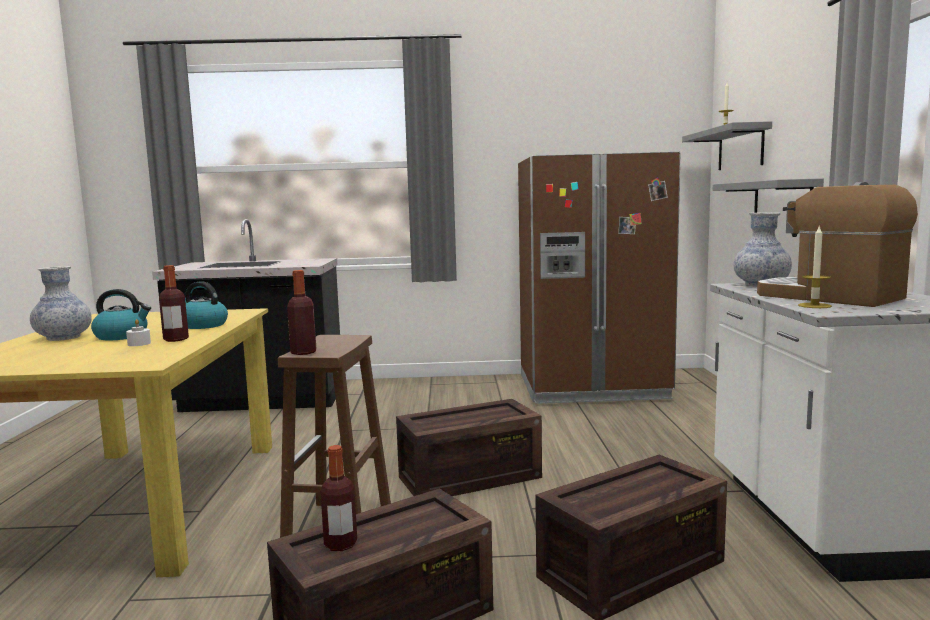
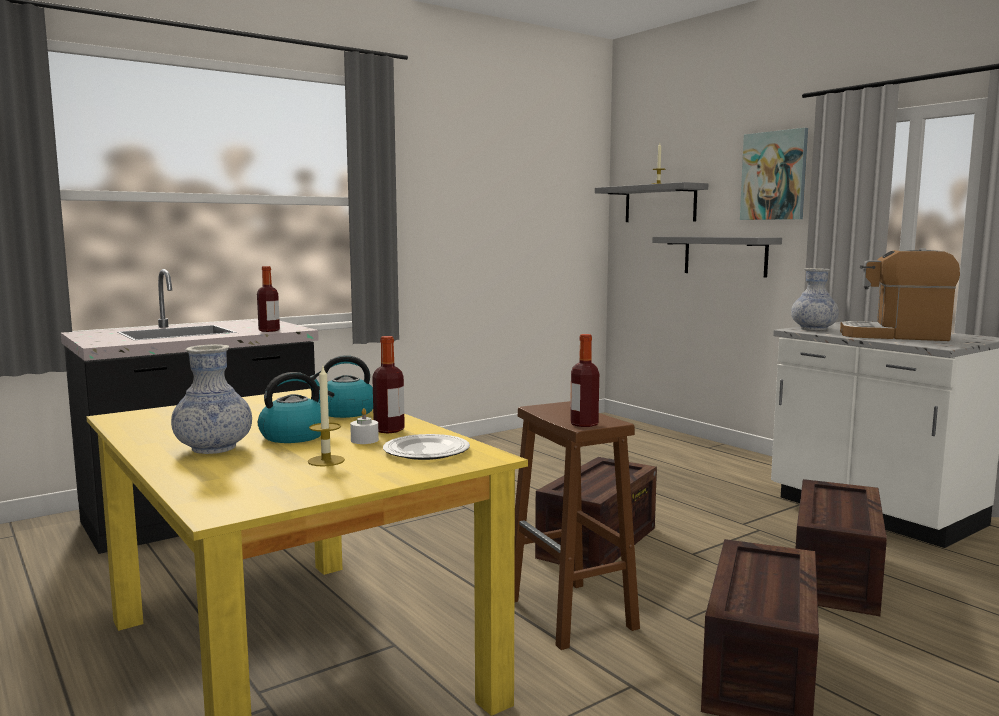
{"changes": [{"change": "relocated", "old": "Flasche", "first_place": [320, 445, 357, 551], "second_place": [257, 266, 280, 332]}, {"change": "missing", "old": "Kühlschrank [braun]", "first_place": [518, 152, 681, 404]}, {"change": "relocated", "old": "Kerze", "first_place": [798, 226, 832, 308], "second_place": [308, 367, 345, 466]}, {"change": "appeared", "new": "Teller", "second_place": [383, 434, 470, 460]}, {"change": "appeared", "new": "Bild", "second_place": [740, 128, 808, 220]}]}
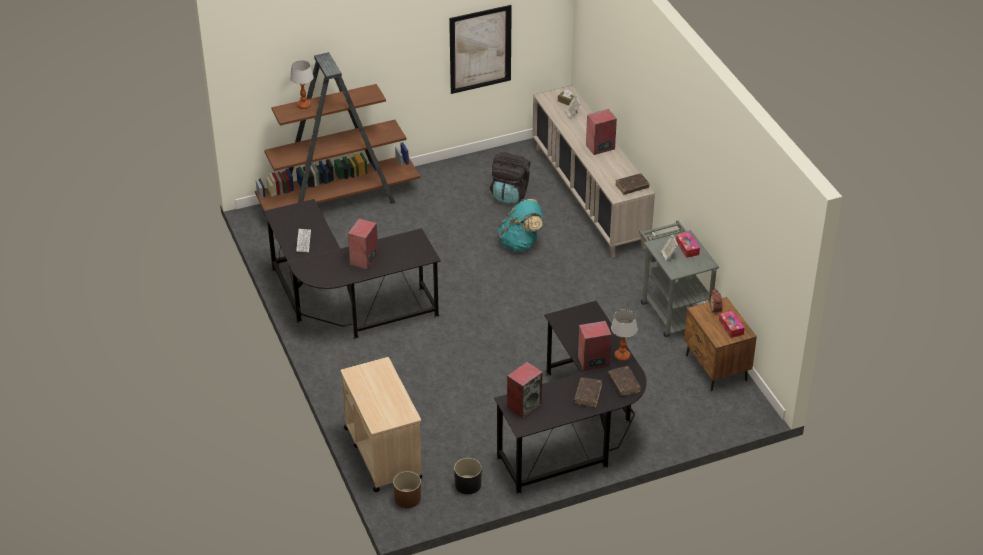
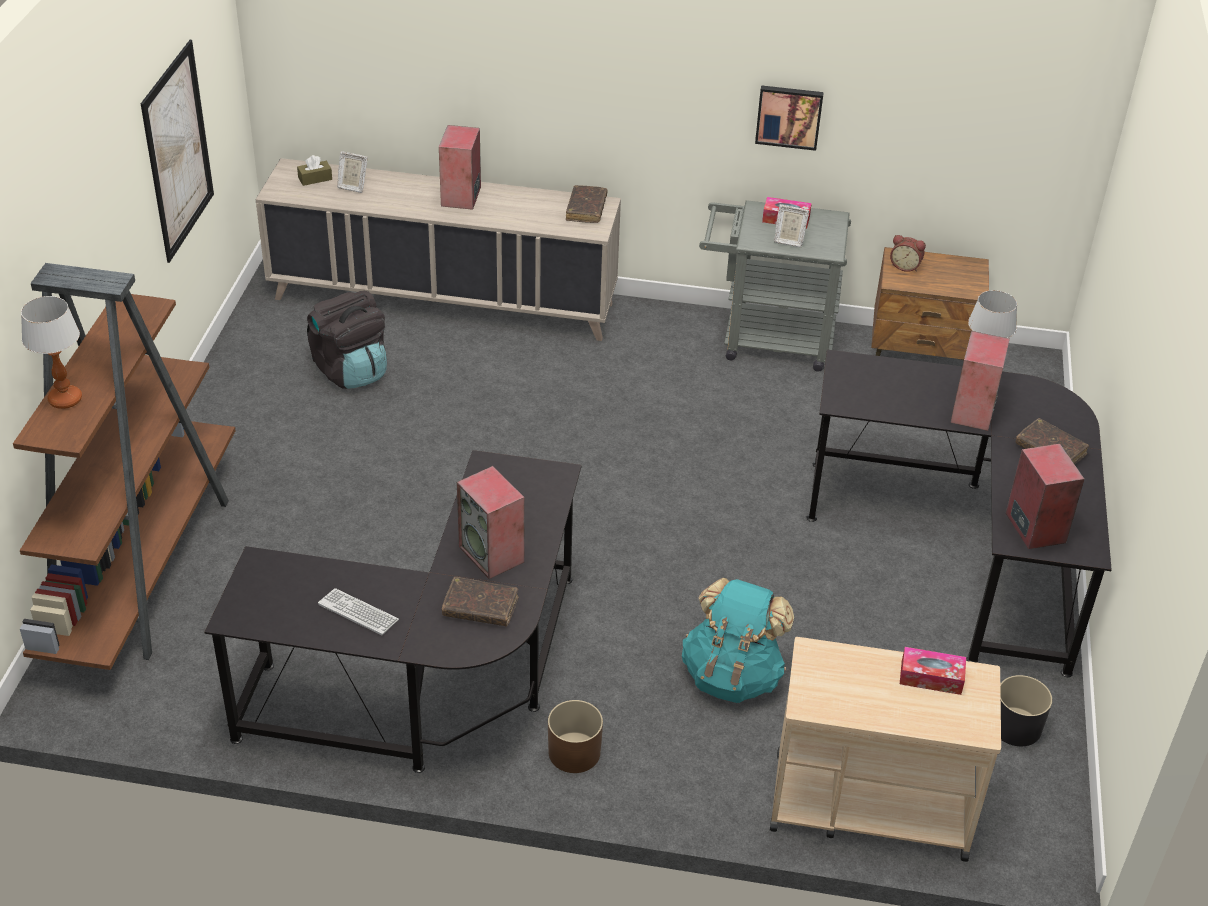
{"changes": [{"change": "relocated", "old": "Pflanzkübel [braun]", "first_place": [393, 471, 421, 508], "second_place": [548, 700, 603, 773]}, {"change": "relocated", "old": "Rucksack [türkis]", "first_place": [498, 199, 543, 251], "second_place": [682, 578, 794, 703]}, {"change": "relocated", "old": "Buch [braun]", "first_place": [608, 366, 641, 396], "second_place": [442, 577, 518, 627]}, {"change": "relocated", "old": "Taschentuchbox", "first_place": [719, 311, 744, 338], "second_place": [900, 647, 966, 695]}, {"change": "appeared", "new": "Bild", "second_place": [755, 85, 824, 151]}]}
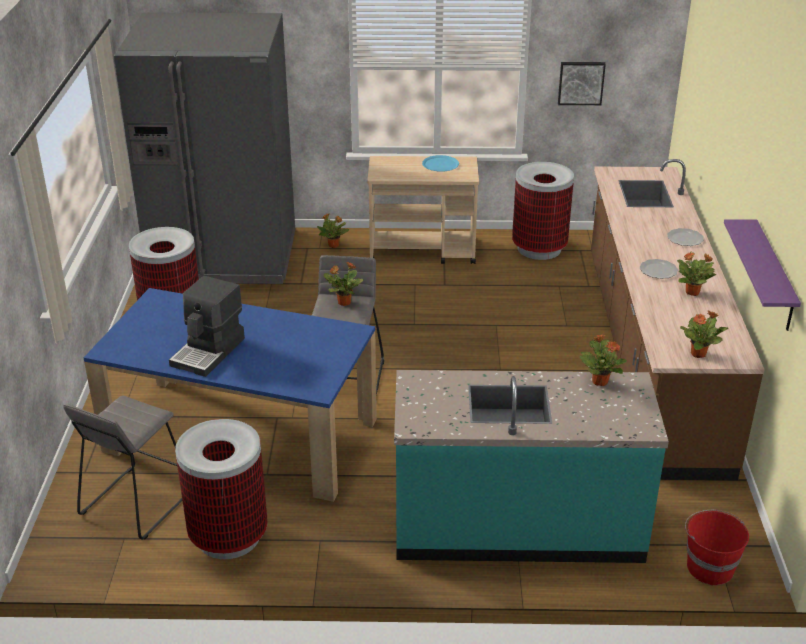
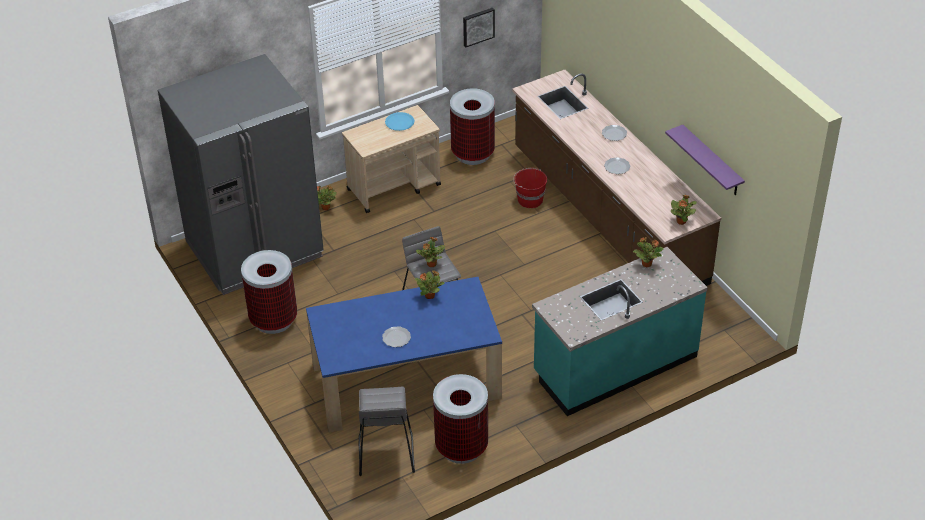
{"changes": [{"change": "exchanged", "old": "Kaffeemaschine", "new": "Teller", "first_place": [169, 276, 245, 377], "second_place": [382, 326, 411, 347]}, {"change": "relocated", "old": "Topfpflanze", "first_place": [677, 252, 716, 296], "second_place": [414, 270, 444, 299]}, {"change": "relocated", "old": "Eimer [rot]", "first_place": [685, 510, 749, 586], "second_place": [513, 168, 547, 208]}]}
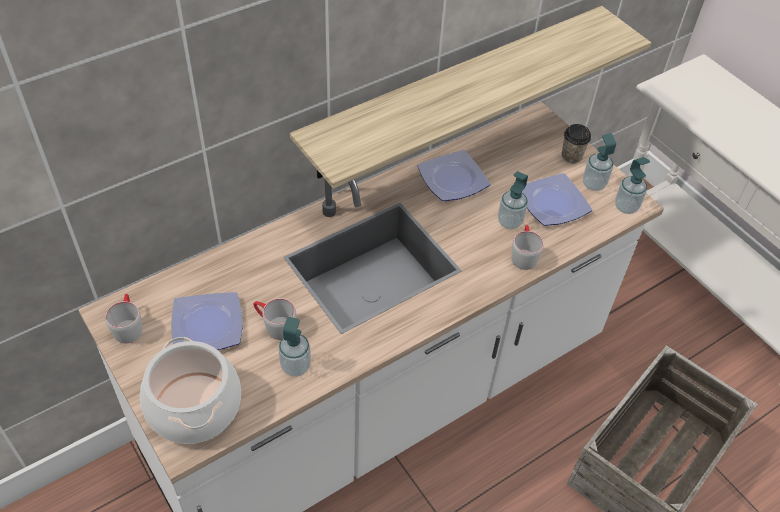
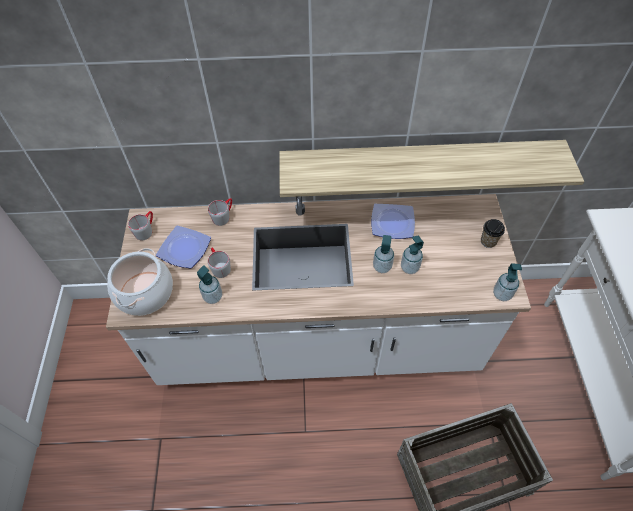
{"changes": [{"change": "relocated", "old": "Henkelbecher [grau]", "first_place": [511, 225, 544, 270], "second_place": [208, 198, 232, 226]}, {"change": "missing", "old": "Teller", "first_place": [522, 173, 592, 226]}, {"change": "relocated", "old": "Seifenspender", "first_place": [583, 133, 616, 191], "second_place": [373, 235, 394, 273]}]}
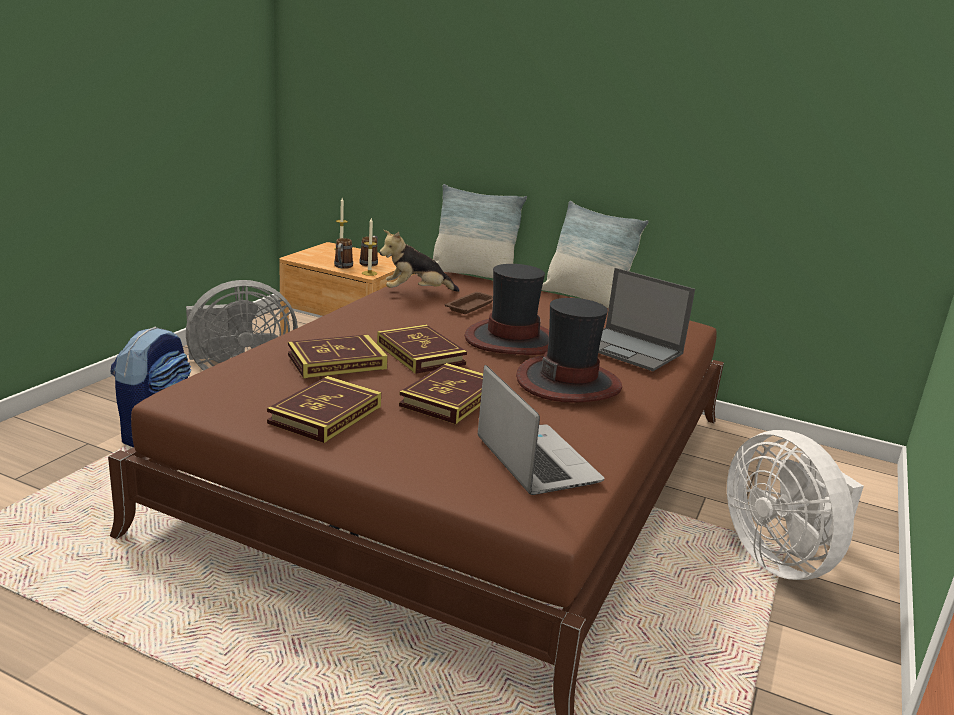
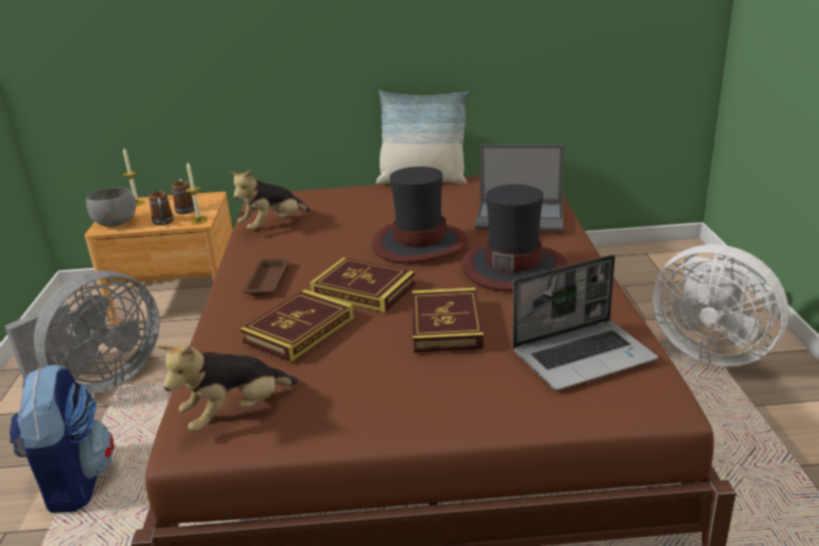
{"changes": [{"change": "missing", "old": "Buch", "first_place": [267, 376, 381, 443]}, {"change": "missing", "old": "Kissen", "first_place": [433, 184, 527, 278]}, {"change": "relocated", "old": "Tablett [braun]", "first_place": [445, 292, 493, 314], "second_place": [242, 258, 289, 295]}, {"change": "spun", "old": "Laptop", "first_place": [478, 365, 604, 495], "second_place": [512, 255, 658, 390], "degrees": 120}, {"change": "appeared", "new": "Schüssel [grau]", "second_place": [86, 187, 136, 227]}, {"change": "appeared", "new": "Plüschtier", "second_place": [157, 345, 298, 432]}]}
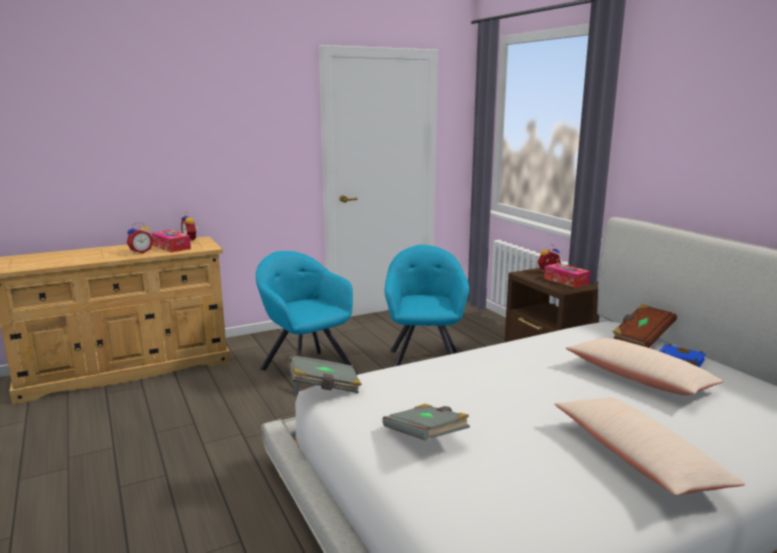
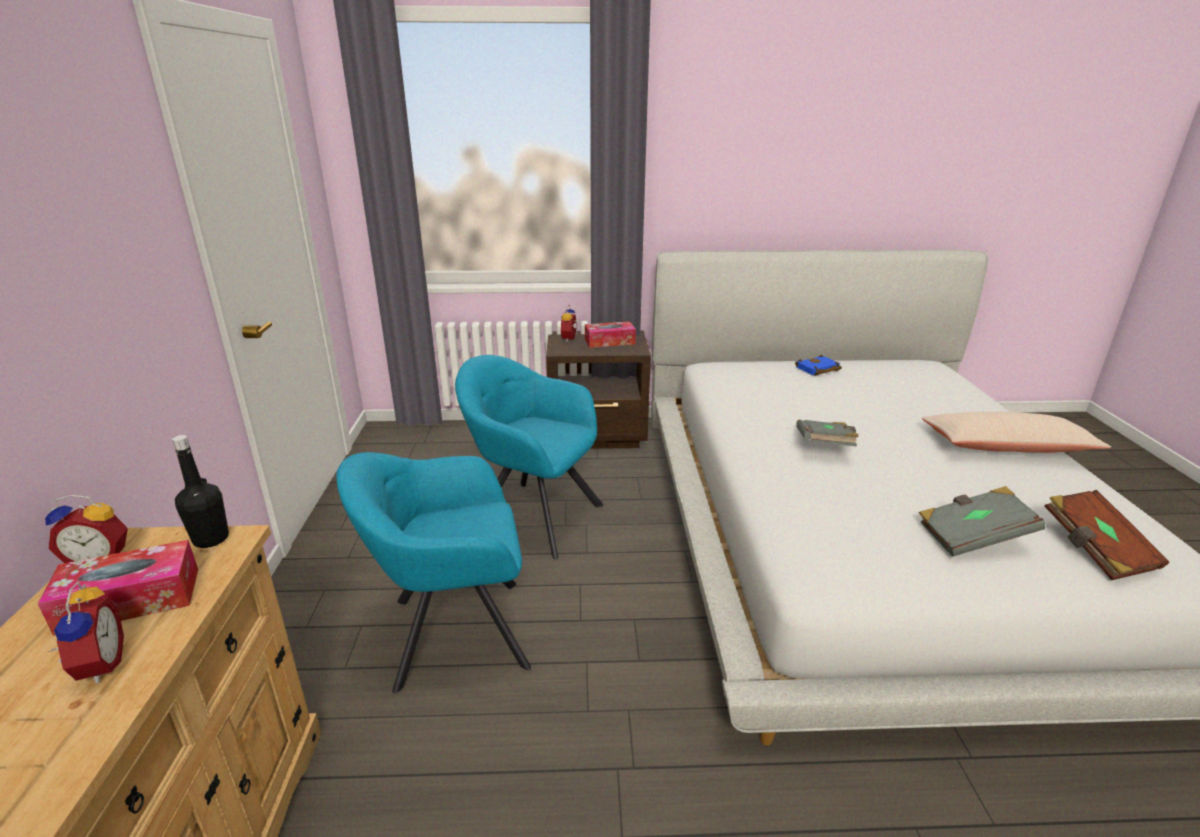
{"changes": [{"change": "relocated", "old": "Buch [grau]", "first_place": [289, 354, 362, 393], "second_place": [796, 420, 859, 447]}, {"change": "missing", "old": "Kissen [beige]", "first_place": [566, 338, 724, 395]}, {"change": "relocated", "old": "Buch [braun]", "first_place": [613, 304, 677, 348], "second_place": [1044, 490, 1169, 580]}, {"change": "appeared", "new": "Flasche [schwarz]", "second_place": [172, 435, 229, 548]}]}
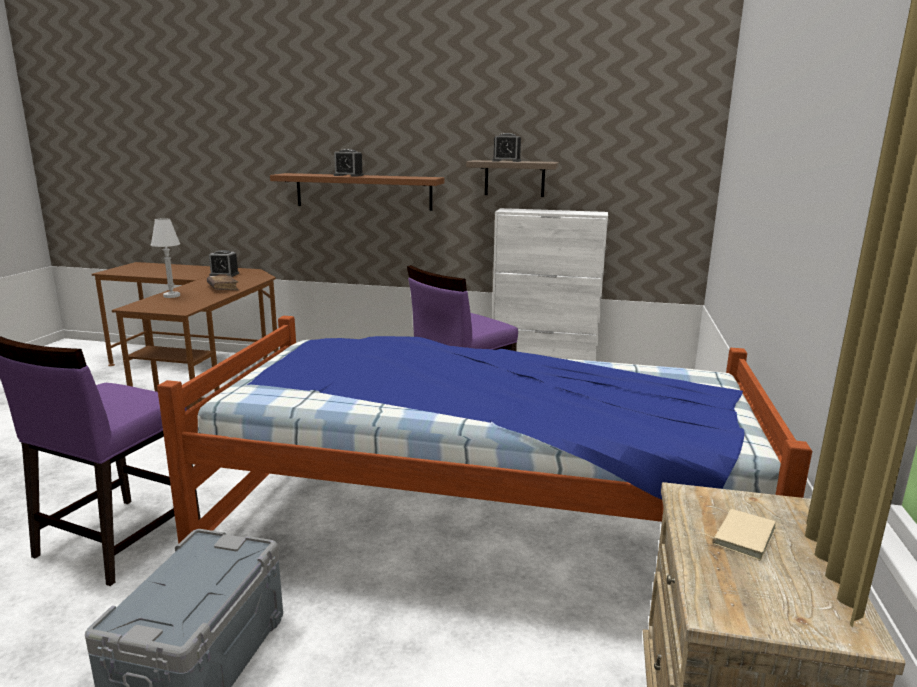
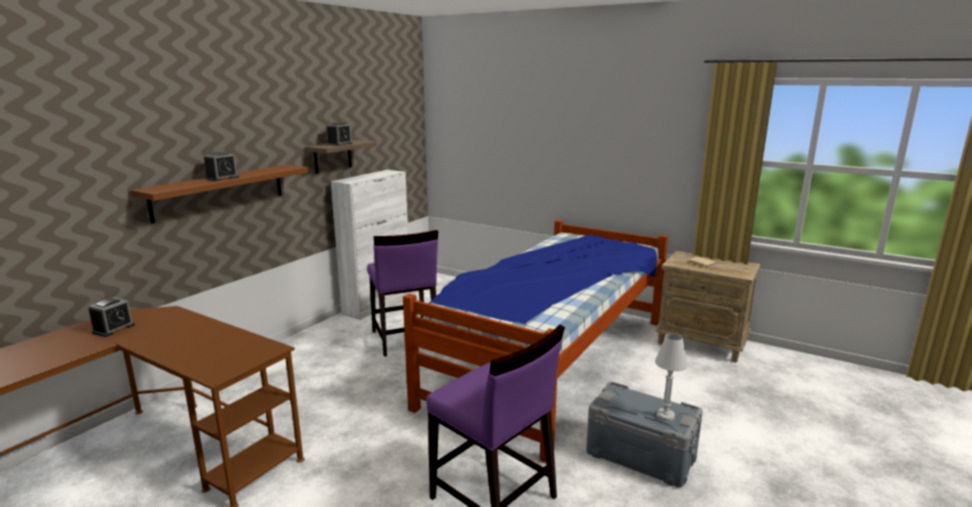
{"changes": [{"change": "relocated", "old": "Tischlampe [weiß]", "first_place": [151, 218, 180, 298], "second_place": [655, 333, 688, 421]}, {"change": "missing", "old": "Buch [braun]", "first_place": [207, 275, 239, 290]}]}
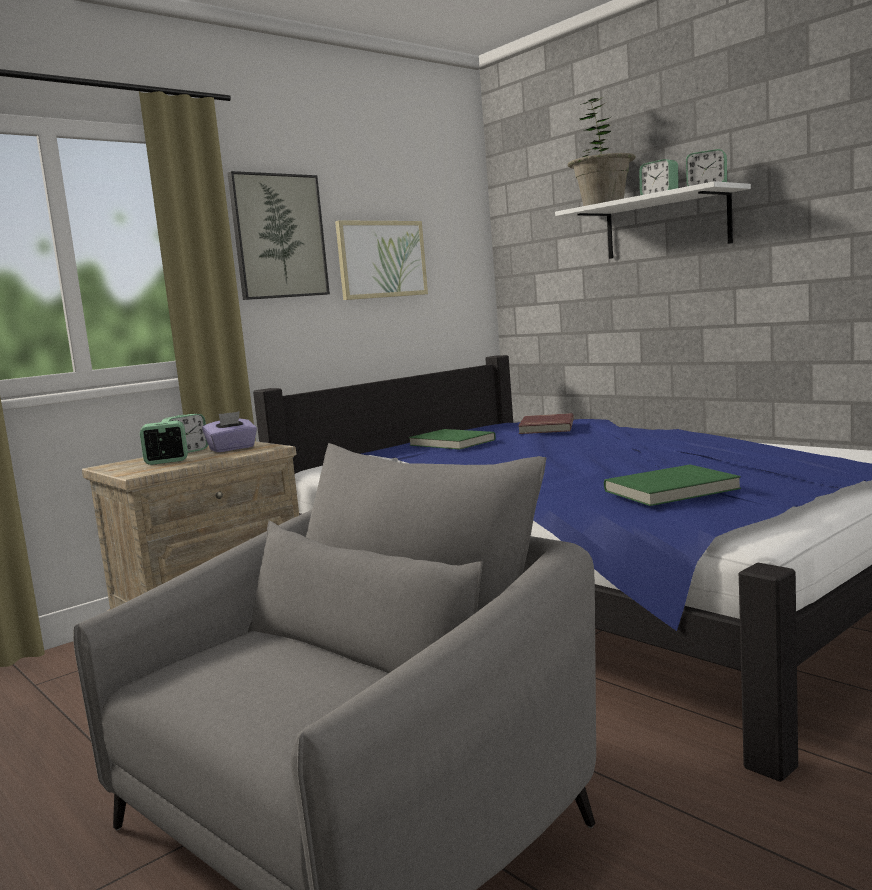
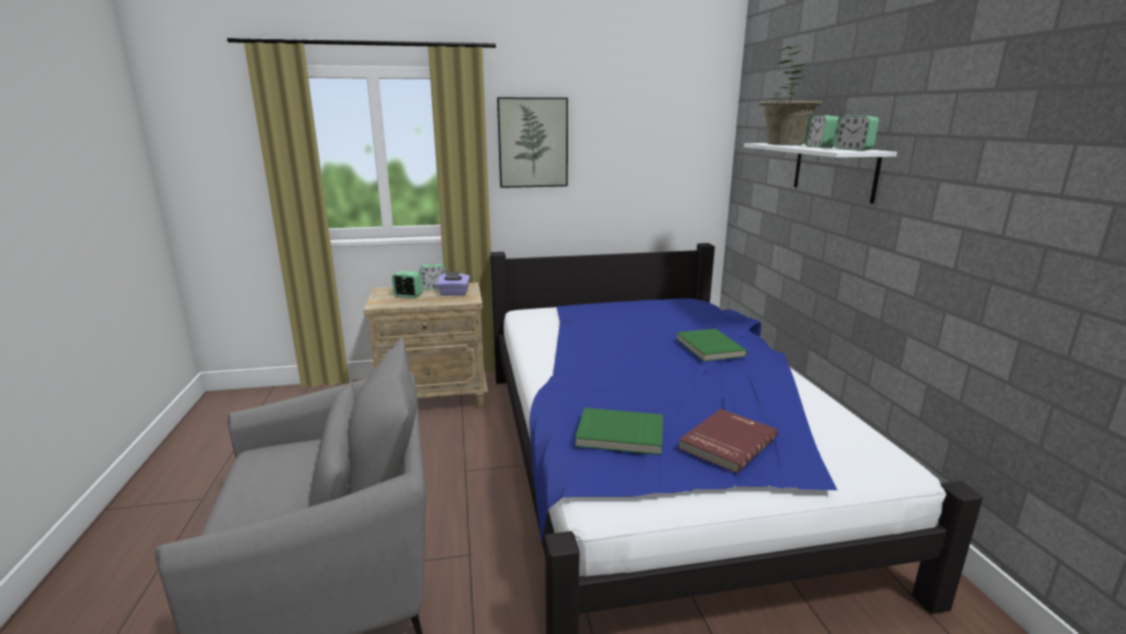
{"changes": [{"change": "missing", "old": "Bild", "first_place": [335, 220, 428, 300]}, {"change": "relocated", "old": "Buch [grün]", "first_place": [409, 429, 496, 450], "second_place": [676, 329, 747, 361]}, {"change": "relocated", "old": "Buch [rot]", "first_place": [518, 413, 574, 434], "second_place": [678, 409, 778, 473]}]}
